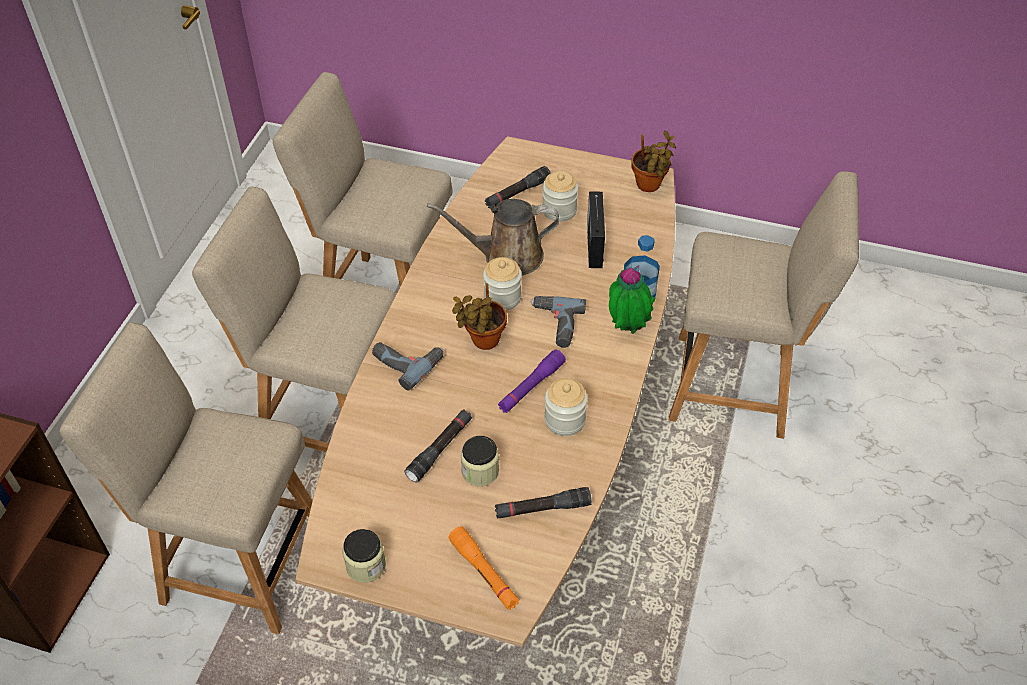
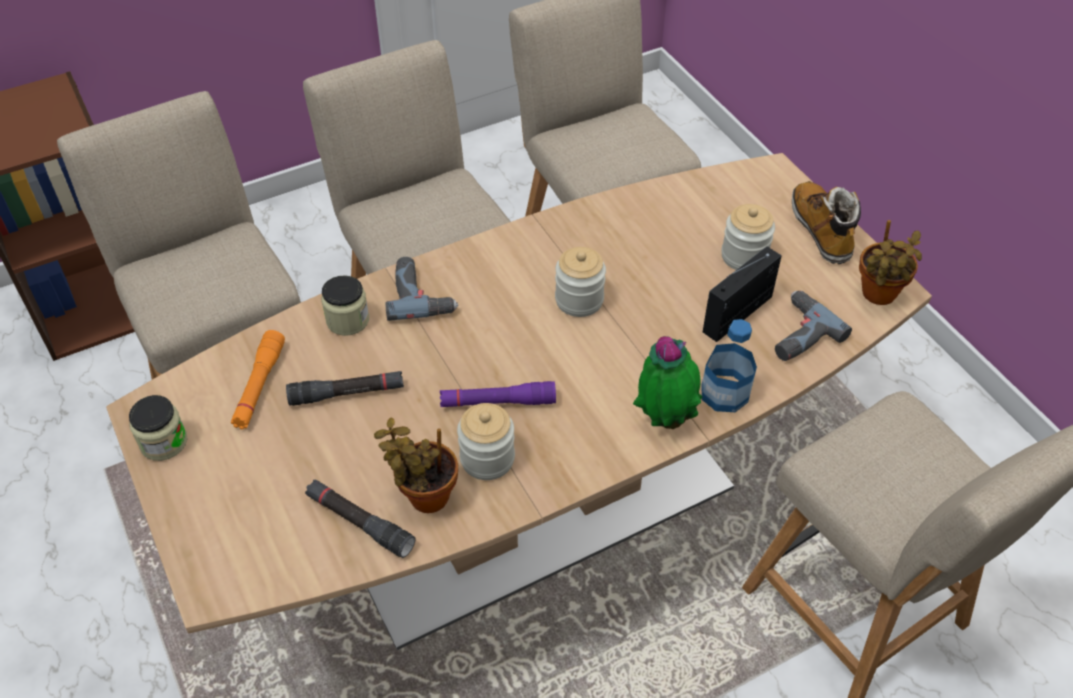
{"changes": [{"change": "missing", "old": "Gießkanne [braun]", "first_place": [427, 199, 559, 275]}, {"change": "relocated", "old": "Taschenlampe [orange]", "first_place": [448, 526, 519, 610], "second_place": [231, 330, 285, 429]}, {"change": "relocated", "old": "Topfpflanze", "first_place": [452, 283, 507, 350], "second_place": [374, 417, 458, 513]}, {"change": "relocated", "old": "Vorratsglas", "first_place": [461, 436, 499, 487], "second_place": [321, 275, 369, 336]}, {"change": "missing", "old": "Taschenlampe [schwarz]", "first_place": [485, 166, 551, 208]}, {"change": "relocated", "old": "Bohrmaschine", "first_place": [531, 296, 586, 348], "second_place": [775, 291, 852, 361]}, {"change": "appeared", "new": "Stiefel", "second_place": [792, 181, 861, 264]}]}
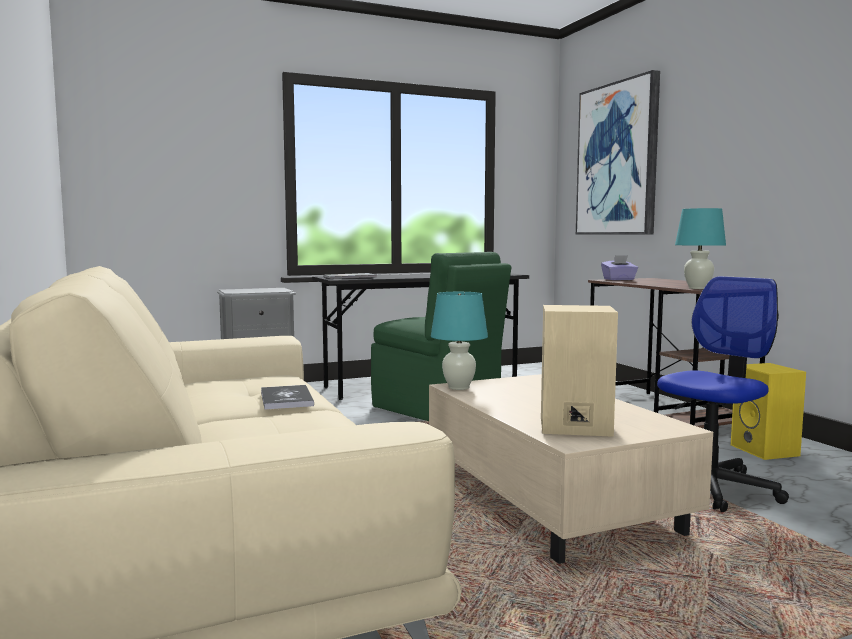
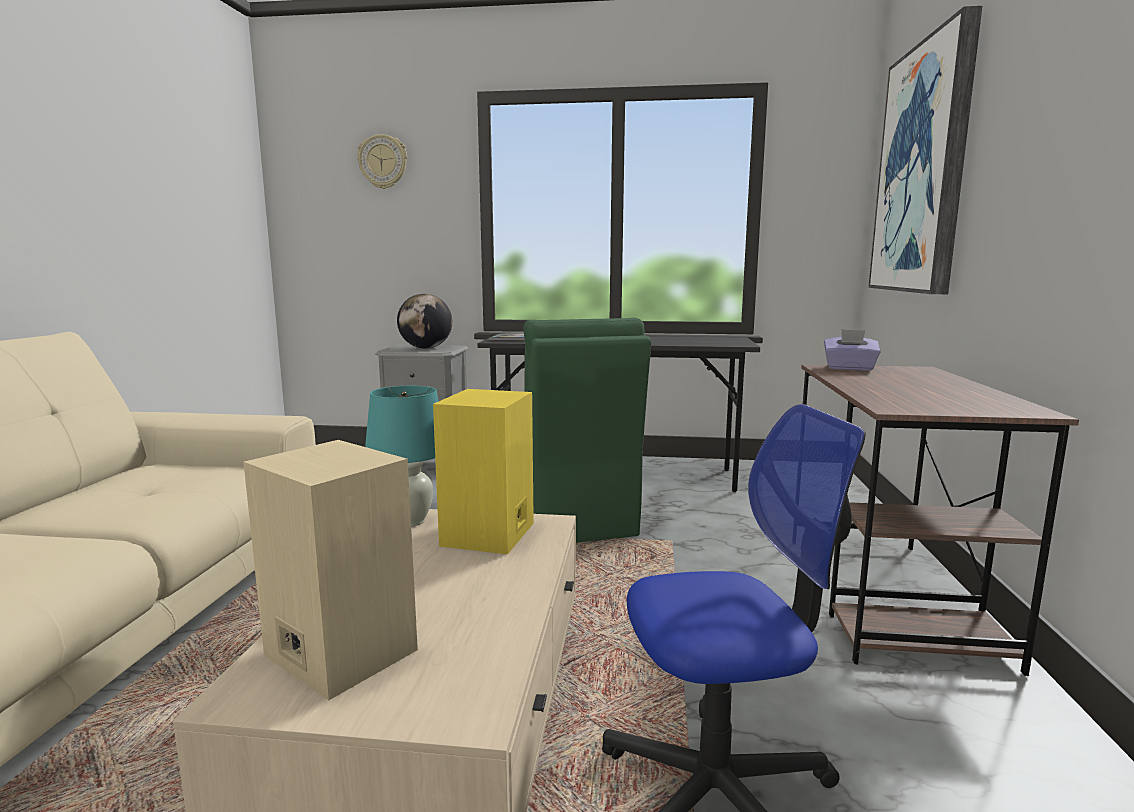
{"changes": [{"change": "missing", "old": "Buch", "first_place": [261, 385, 314, 409]}, {"change": "missing", "old": "Tischlampe [türkis]", "first_place": [675, 208, 726, 289]}, {"change": "relocated", "old": "Lautsprecher [gelb]", "first_place": [731, 363, 806, 460], "second_place": [433, 389, 534, 554]}, {"change": "appeared", "new": "Wanduhr", "second_place": [357, 134, 407, 189]}, {"change": "appeared", "new": "Globus", "second_place": [397, 294, 452, 348]}]}
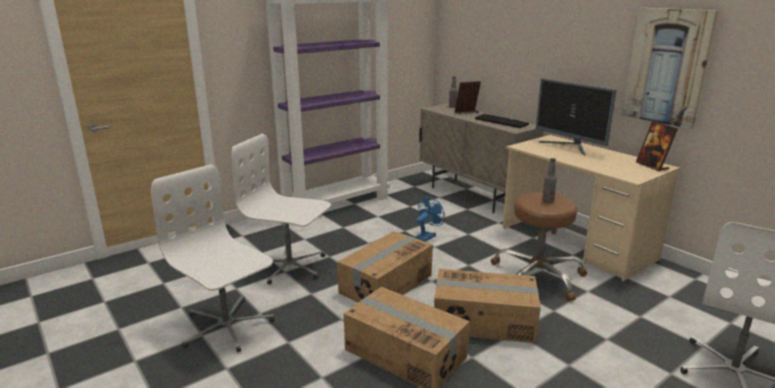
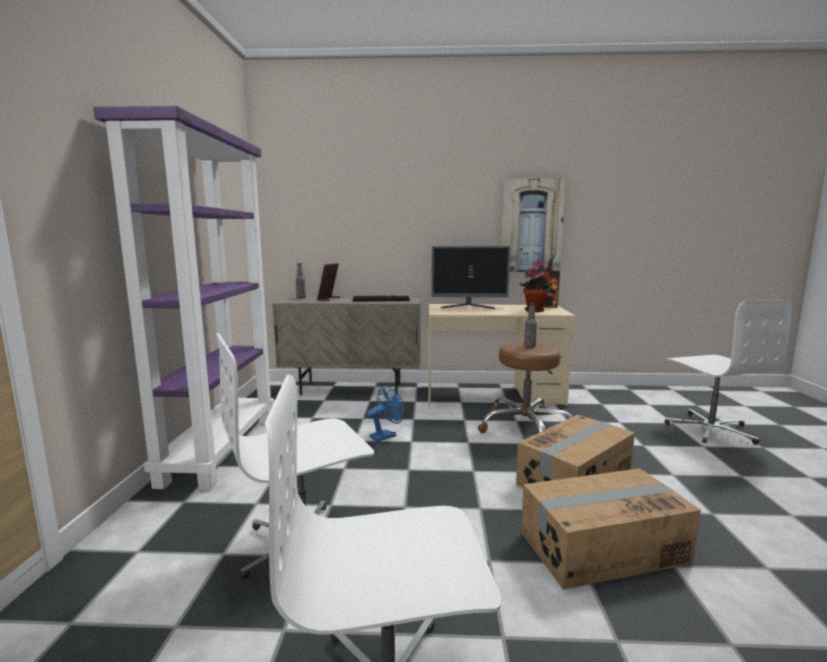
{"changes": [{"change": "missing", "old": "Karton", "first_place": [337, 231, 433, 302]}, {"change": "spun", "old": "Ventilator [blau]", "first_place": [415, 196, 445, 242], "second_place": [367, 385, 404, 442], "degrees": 60}, {"change": "appeared", "new": "Topfpflanze", "second_place": [519, 260, 552, 312]}]}
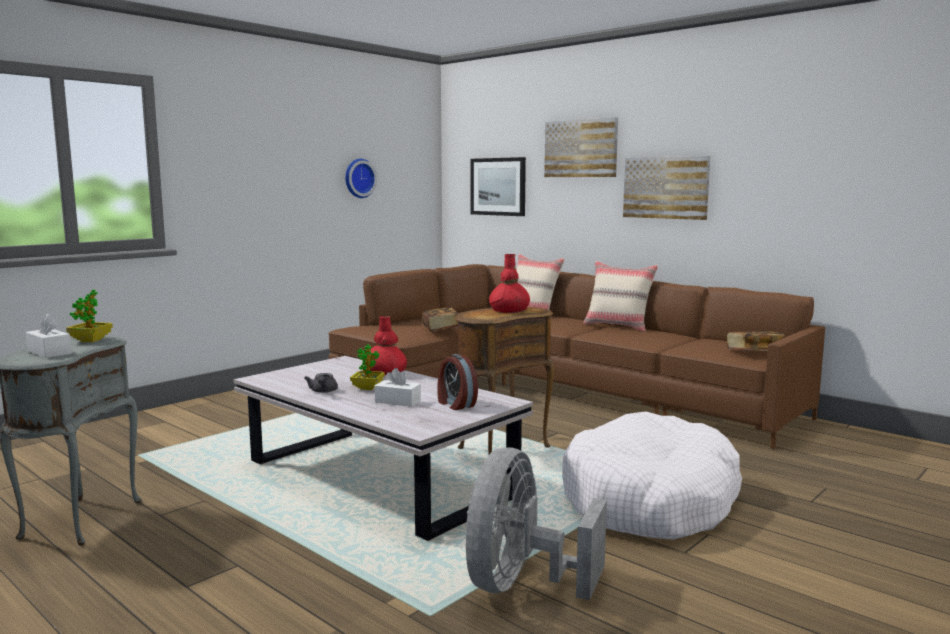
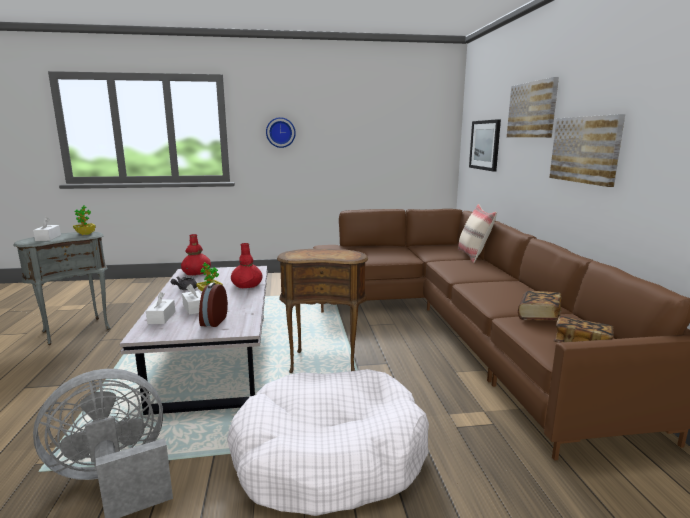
{"changes": [{"change": "relocated", "old": "Wanduhr", "first_place": [345, 159, 377, 198], "second_place": [266, 117, 296, 148]}, {"change": "relocated", "old": "Buch", "first_place": [422, 307, 458, 332], "second_place": [518, 291, 562, 320]}, {"change": "relocated", "old": "Vase [rot]", "first_place": [489, 254, 530, 313], "second_place": [181, 234, 211, 276]}, {"change": "missing", "old": "Kissen [beige]", "first_place": [583, 261, 658, 332]}, {"change": "appeared", "new": "Taschentuchbox [weiß]", "second_place": [146, 292, 176, 324]}]}
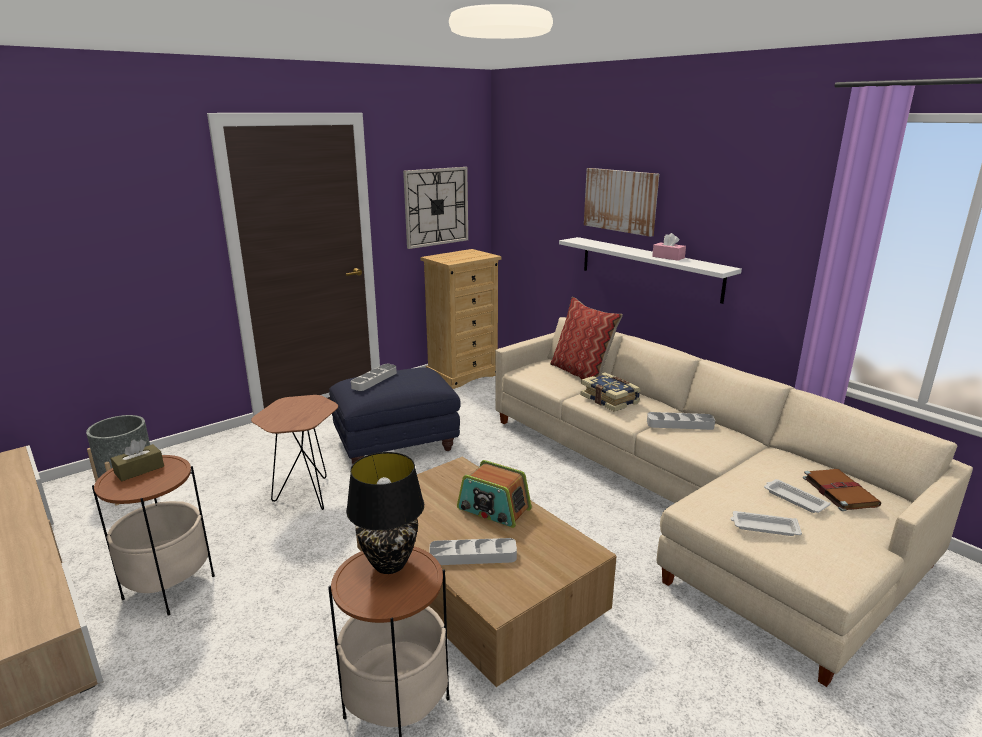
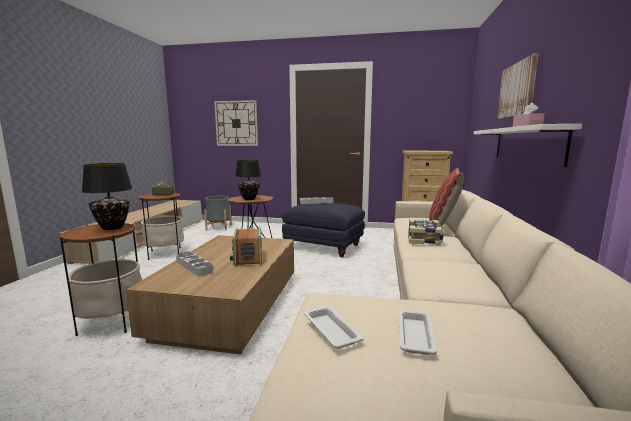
{"changes": [{"change": "relocated", "old": "Wanduhr", "first_place": [403, 167, 468, 249], "second_place": [214, 100, 258, 146]}, {"change": "missing", "old": "Tablett [grau]", "first_place": [647, 412, 715, 430]}, {"change": "missing", "old": "Buch [braun]", "first_place": [803, 469, 881, 511]}, {"change": "appeared", "new": "Tischlampe [schwarz]", "second_place": [235, 160, 261, 200]}]}
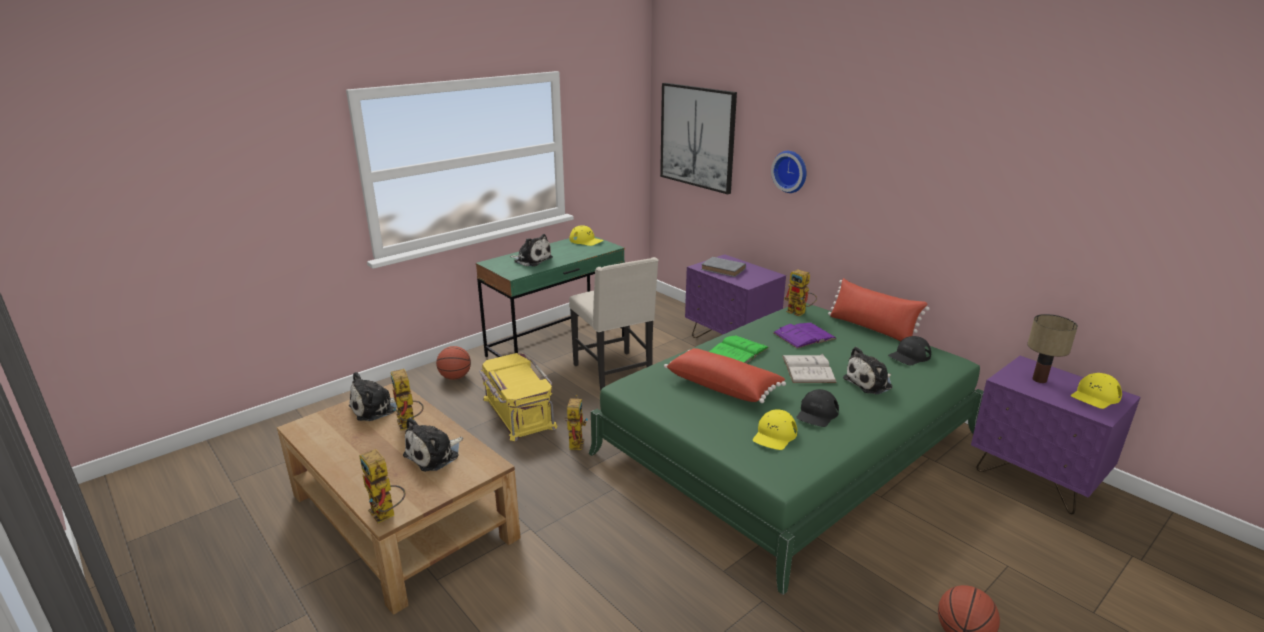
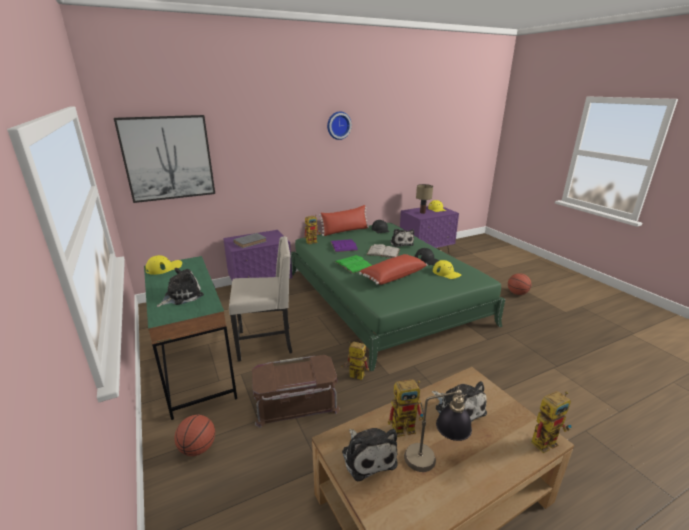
{"changes": [{"change": "colour", "old": "Aufbewahrungsbox [gelb]", "new": "Aufbewahrungsbox [braun]", "first_place": [479, 353, 558, 441], "second_place": [252, 355, 340, 428]}, {"change": "relocated", "old": "Wanduhr", "first_place": [771, 151, 806, 193], "second_place": [327, 111, 352, 140]}, {"change": "appeared", "new": "Tischlampe", "second_place": [404, 386, 472, 472]}]}
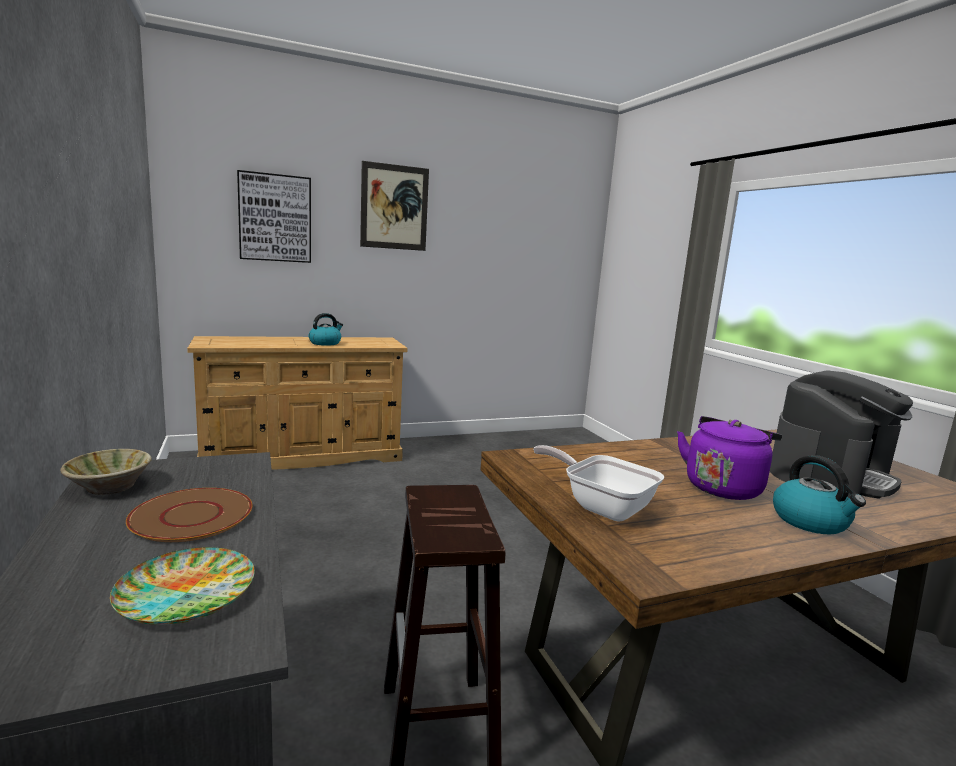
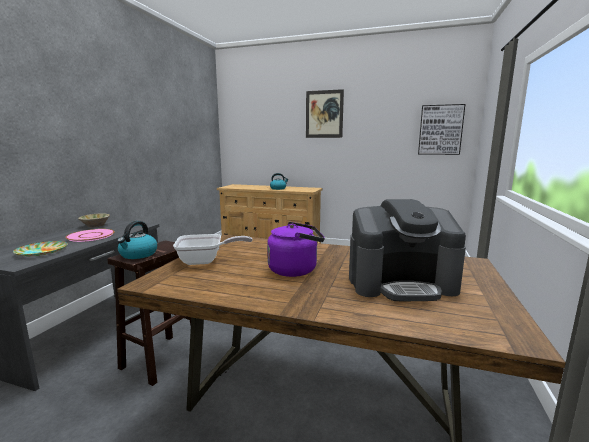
{"changes": [{"change": "colour", "old": "Teller [braun]", "new": "Teller [rosa]", "first_place": [126, 488, 253, 542], "second_place": [65, 229, 115, 242]}, {"change": "relocated", "old": "Bild", "first_place": [237, 170, 311, 263], "second_place": [418, 104, 465, 155]}, {"change": "spun", "old": "Pfanne", "first_place": [533, 445, 665, 522], "second_place": [173, 234, 252, 265], "degrees": 90}, {"change": "relocated", "old": "Wasserkessel", "first_place": [773, 455, 866, 534], "second_place": [117, 221, 157, 259]}]}
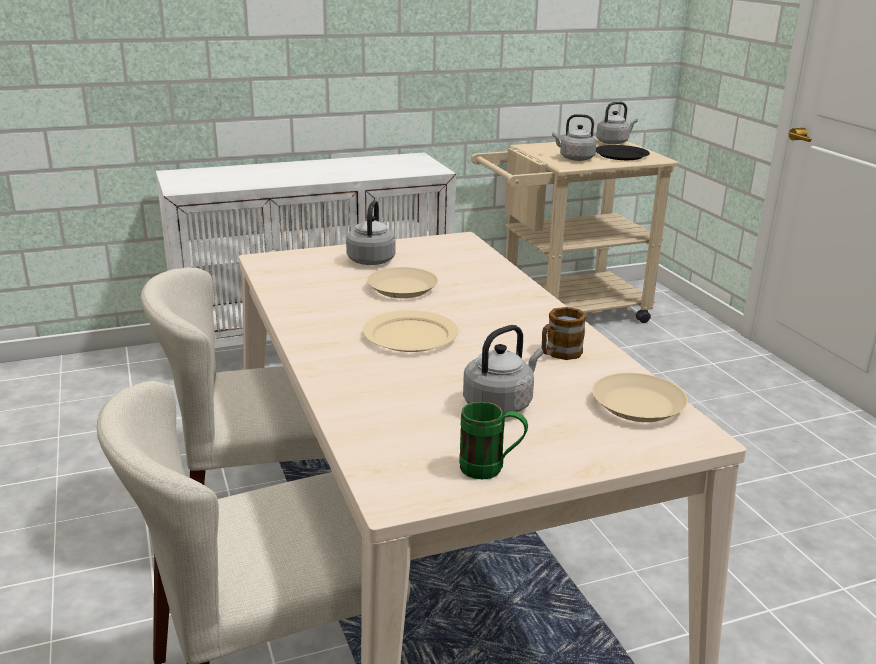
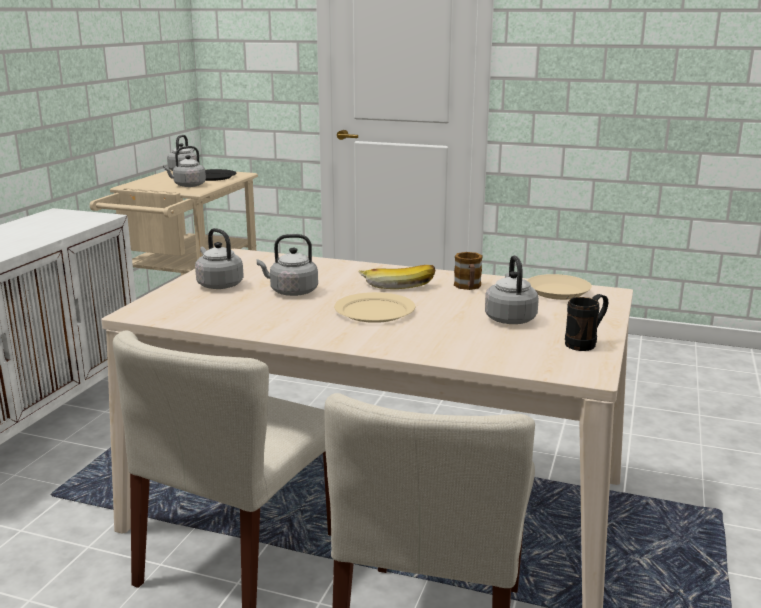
{"changes": [{"change": "exchanged", "old": "Teller [beige]", "new": "Wasserkessel [grau]", "first_place": [367, 267, 438, 298], "second_place": [256, 234, 318, 296]}, {"change": "colour", "old": "Henkelbecher [grün]", "new": "Henkelbecher [schwarz]", "first_place": [459, 402, 528, 479], "second_place": [565, 294, 609, 351]}, {"change": "appeared", "new": "Banane", "second_place": [359, 265, 435, 289]}]}
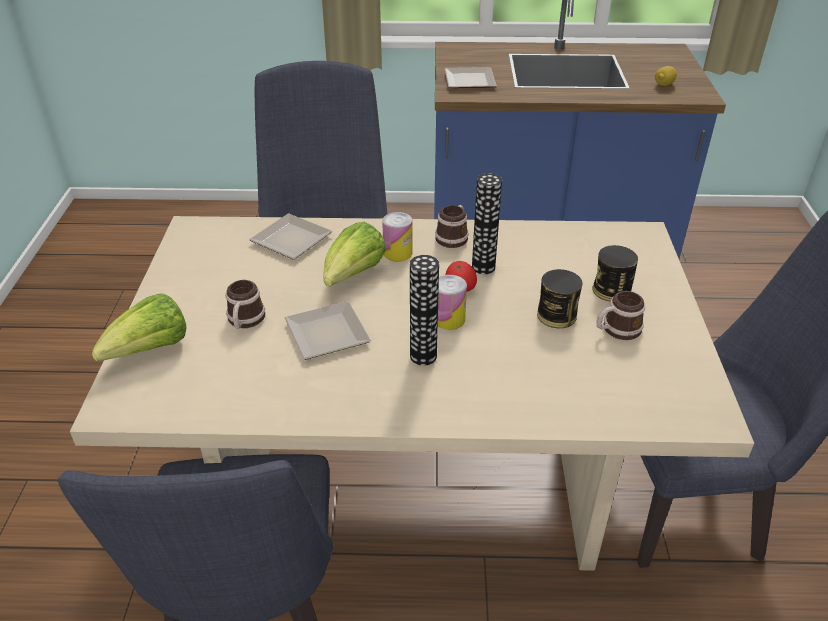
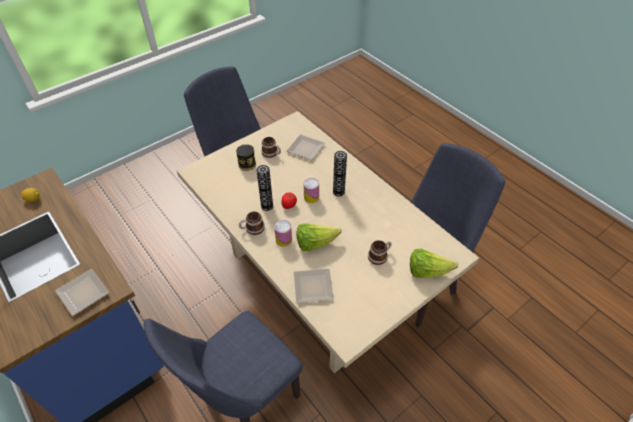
{"changes": [{"change": "relocated", "old": "Teller", "first_place": [284, 301, 371, 360], "second_place": [287, 134, 325, 160]}, {"change": "missing", "old": "Dose", "first_place": [537, 269, 582, 328]}]}
